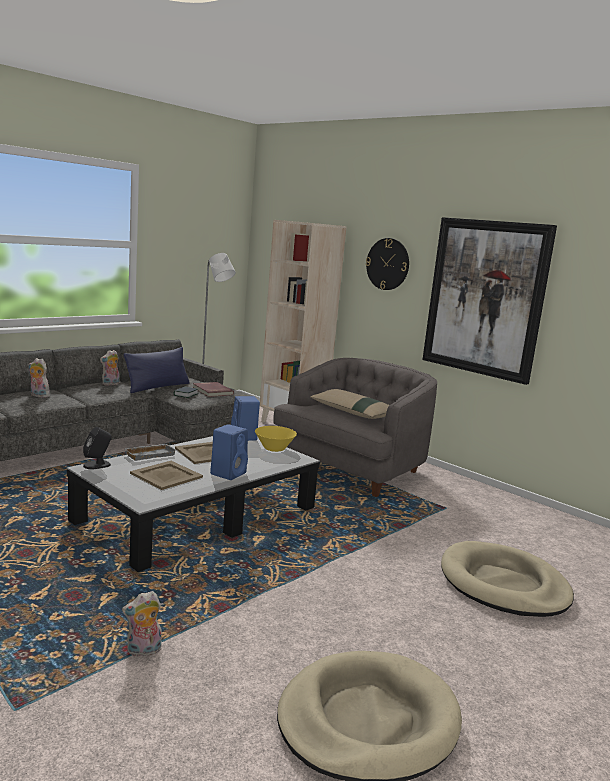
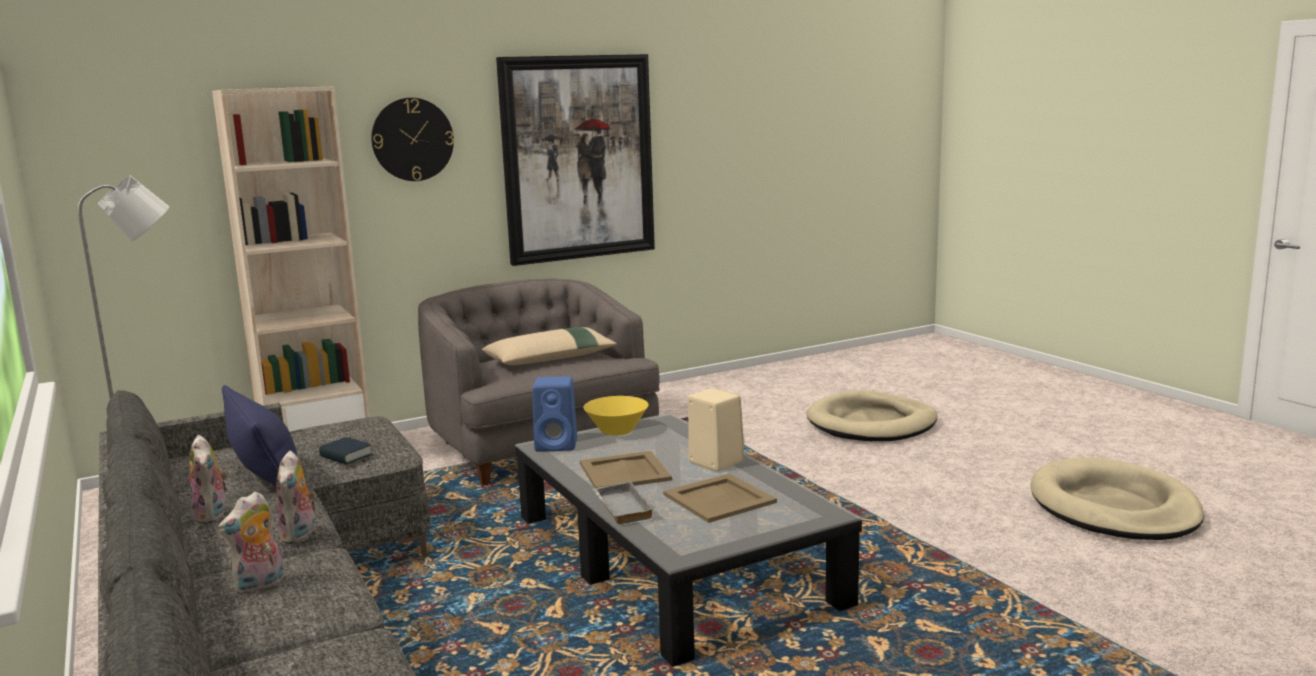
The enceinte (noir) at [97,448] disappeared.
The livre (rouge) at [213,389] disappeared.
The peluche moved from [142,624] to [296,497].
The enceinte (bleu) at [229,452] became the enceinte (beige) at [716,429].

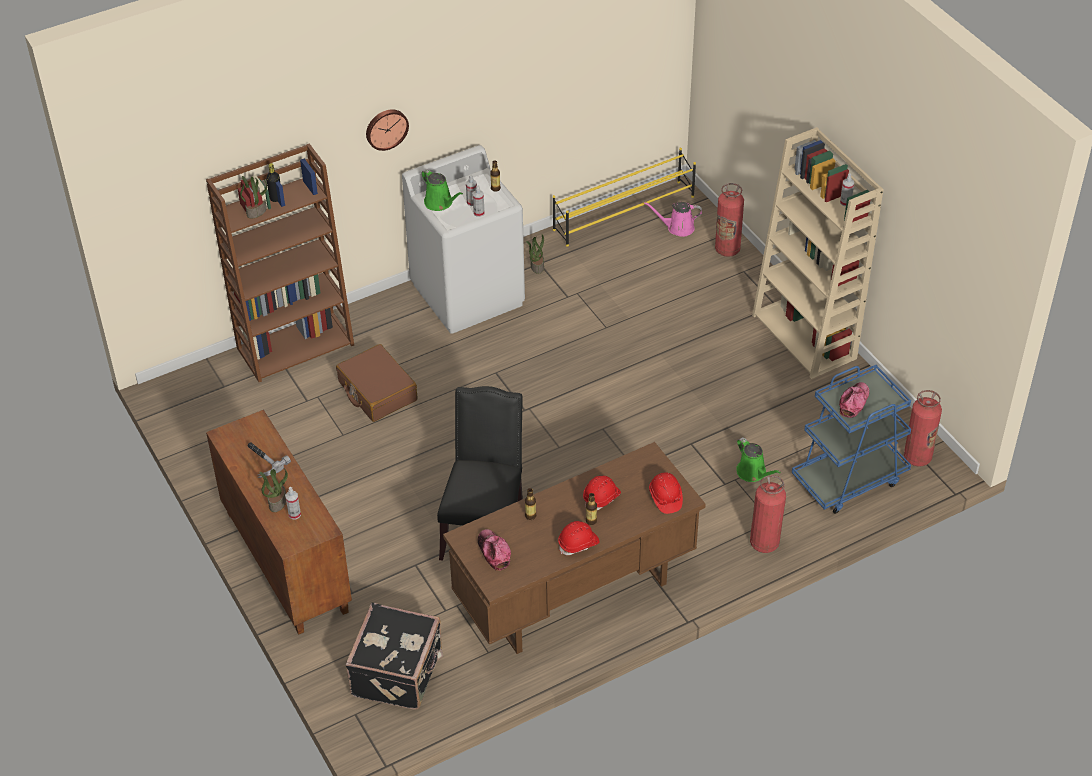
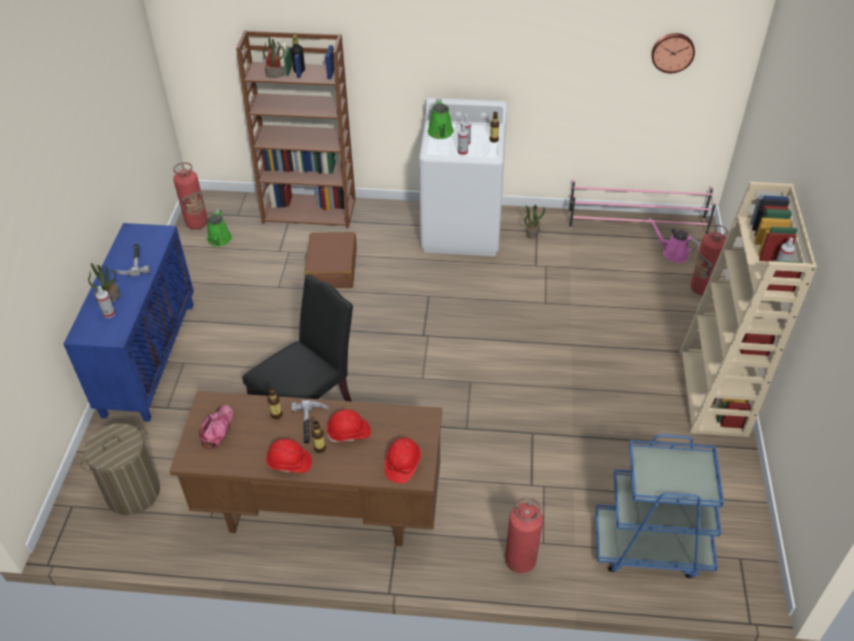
The casquette at [854,400] disappeared.
The marteau at [310,422] appeared.
The horloge murale moved from [387,130] to [673,53].
The arrosoir (vert) moved from [758,459] to [219,228].
The extincteur moved from [923,428] to [190,196].
The valise (noir) at [394,656] was replaced by the panier à linge at [120,469].
The meuble de rangement (marron) at [279,522] became the meuble de rangement (bleu) at [128,322].
The étagère à chaussures (jaune) at [624,197] became the étagère à chaussures (rose) at [642,207].

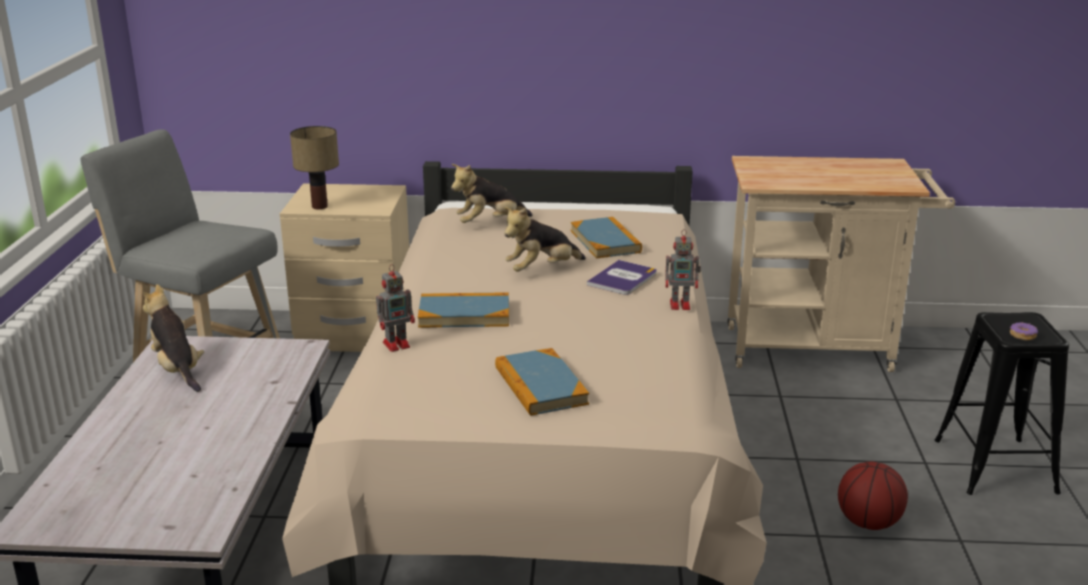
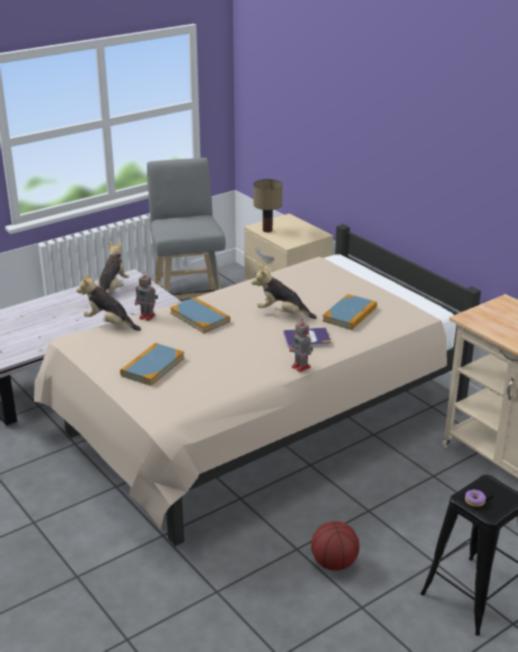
The peluche moved from [492,193] to [108,302].

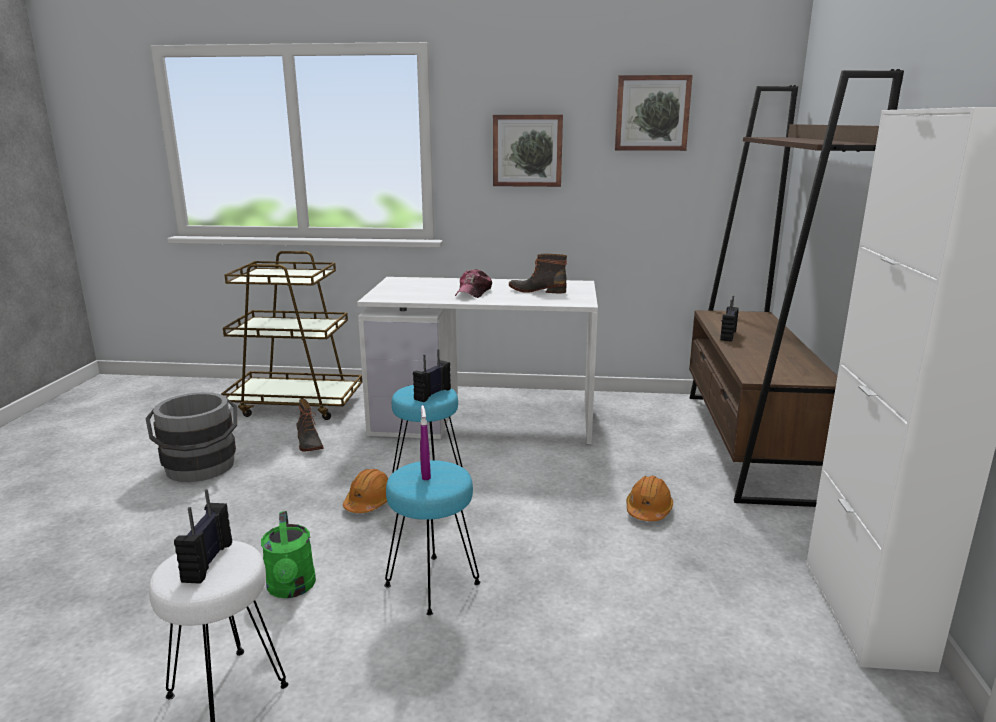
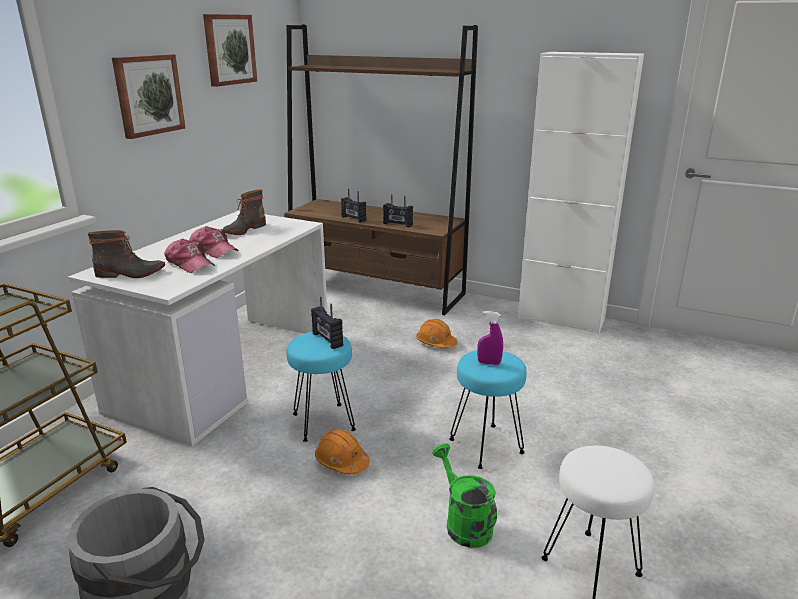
The casquette at [189,256] appeared.
The radio moved from [203,536] to [398,210].
The botte moved from [310,425] to [126,254].
The arrosoir (vert) at [288,554] turned 120 degrees counterclockwise.

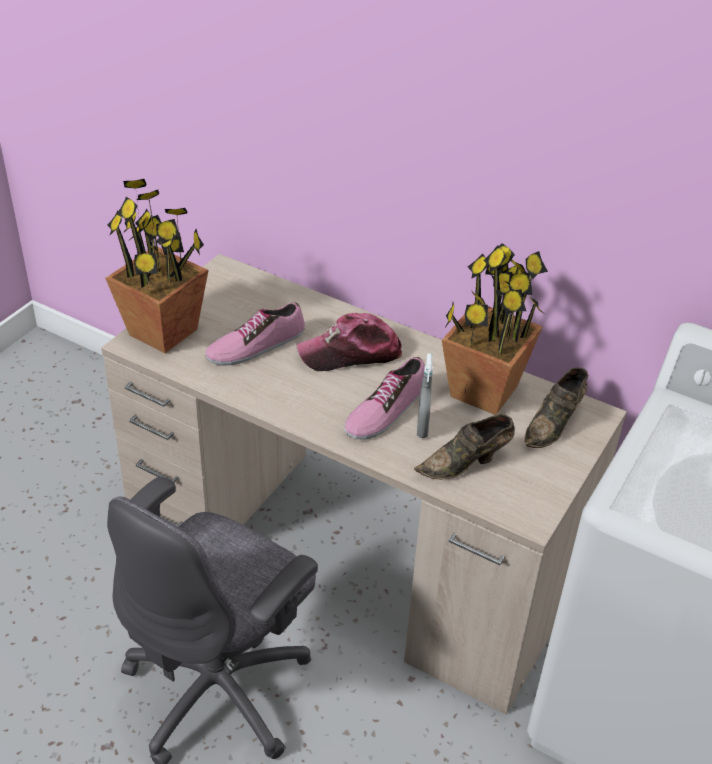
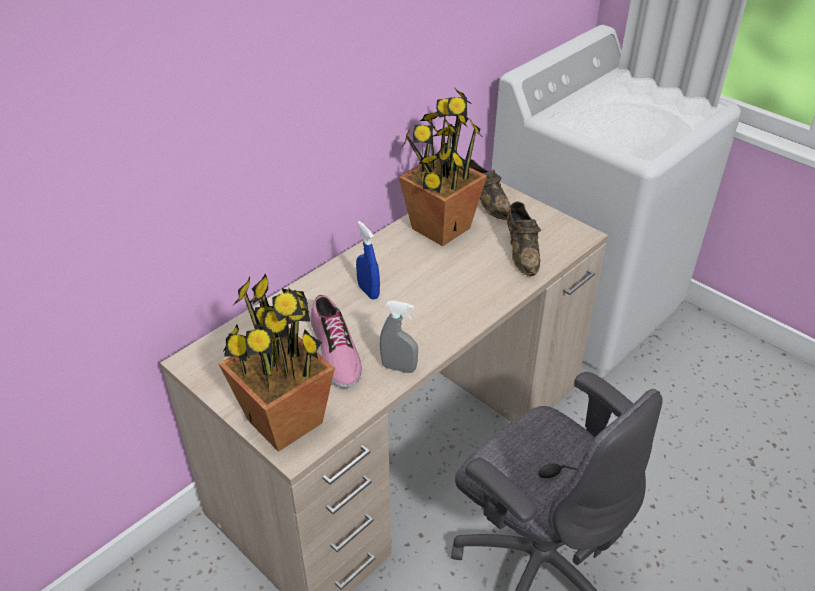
The chaussure at [384,398] disappeared.
The vaporisateur (gris) moved from [425,395] to [399,336].
The casquette at [349,342] was replaced by the vaporisateur (bleu) at [368,260].

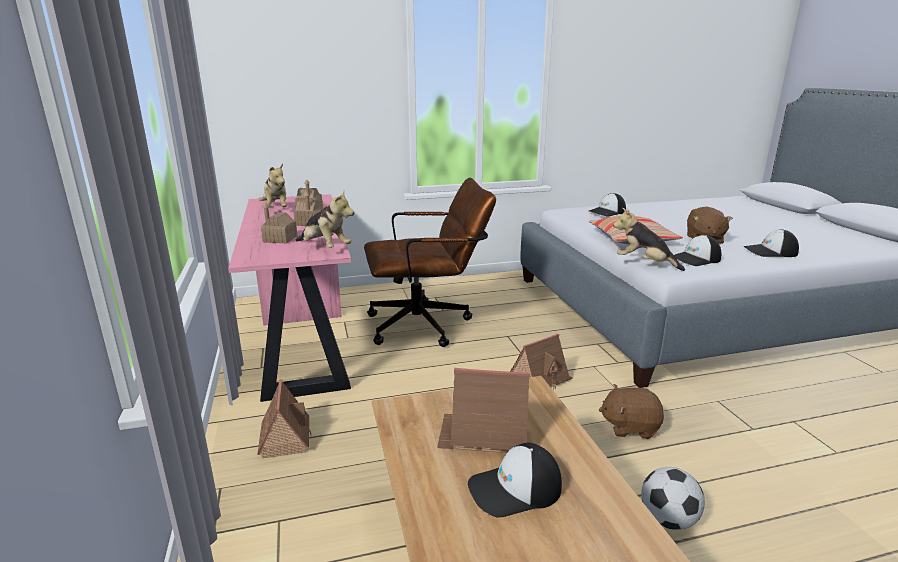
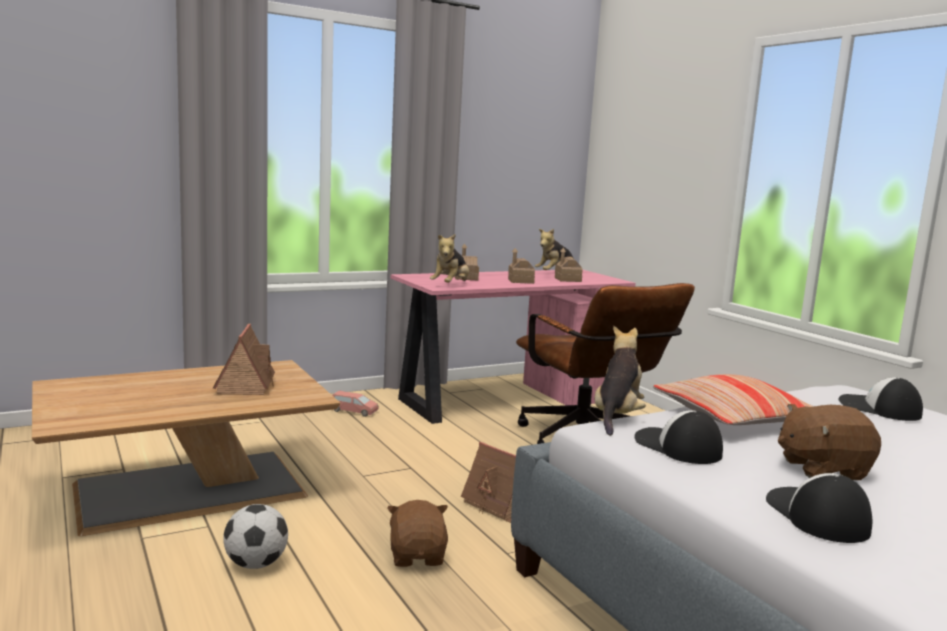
The casquette at [515,480] disappeared.
The maison miniature at [284,418] was replaced by the petite voiture (rose) at [355,404].

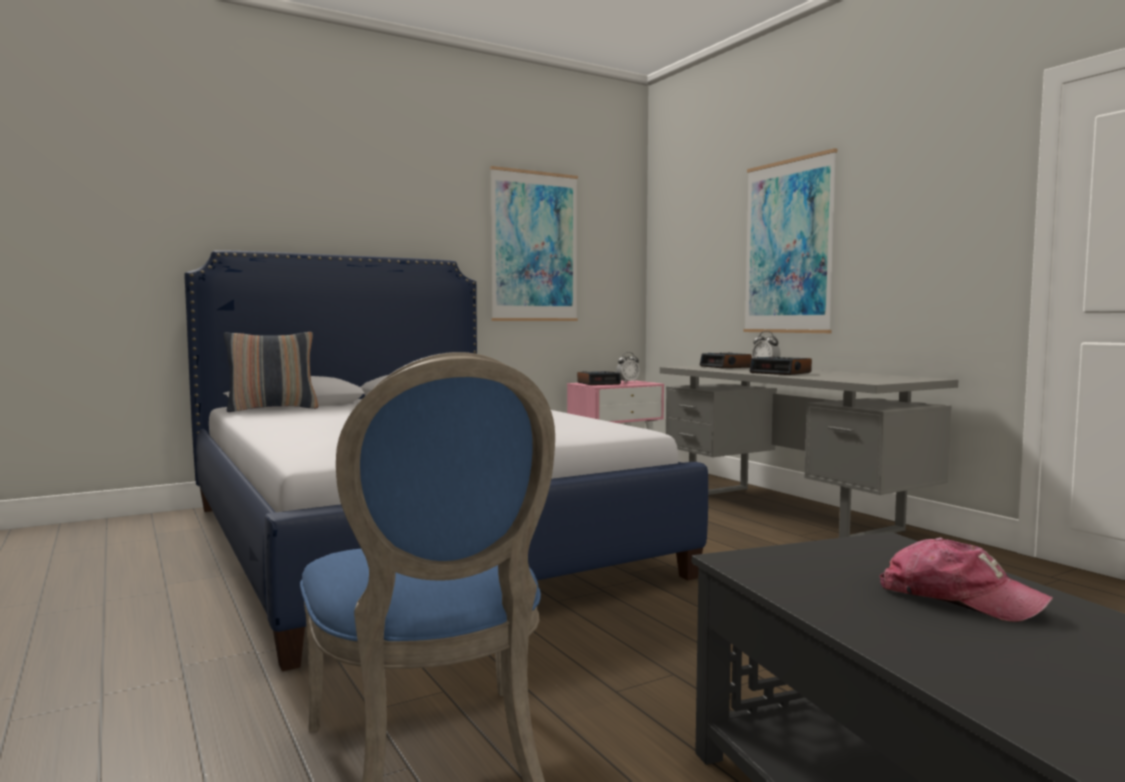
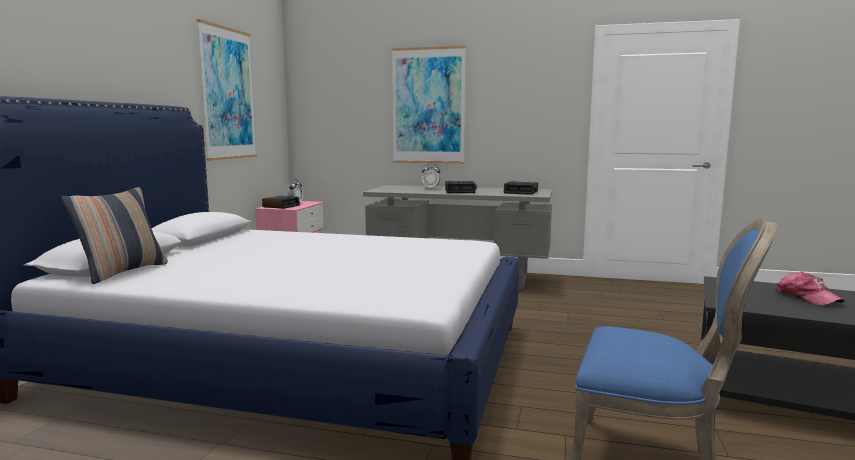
The réveil moved from [726,360] to [521,188].
The casquette at [966,580] turned 75 degrees clockwise.

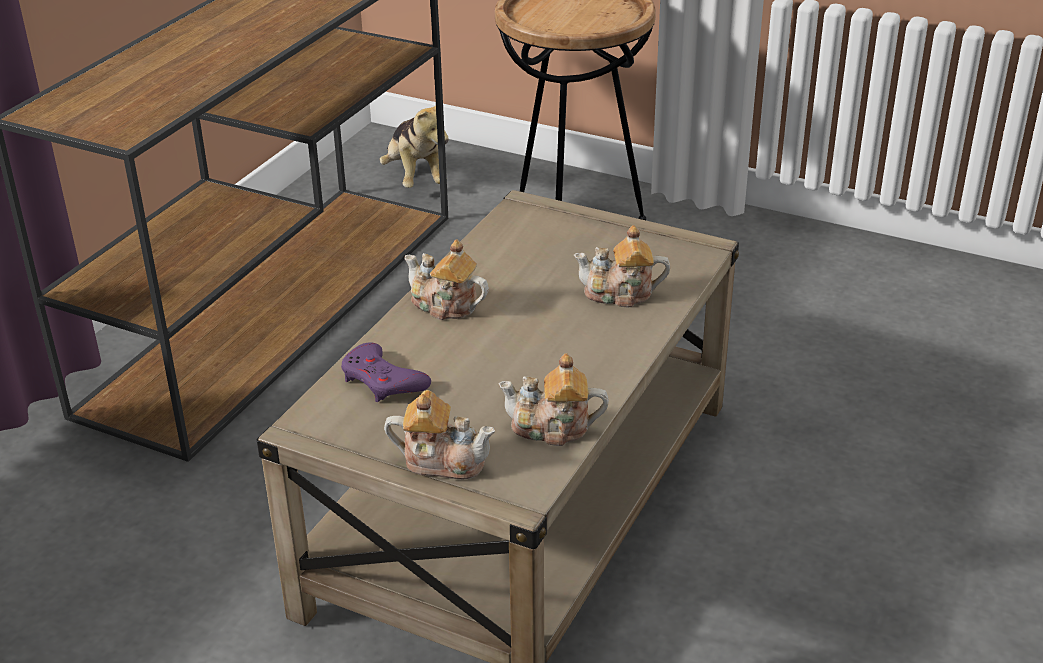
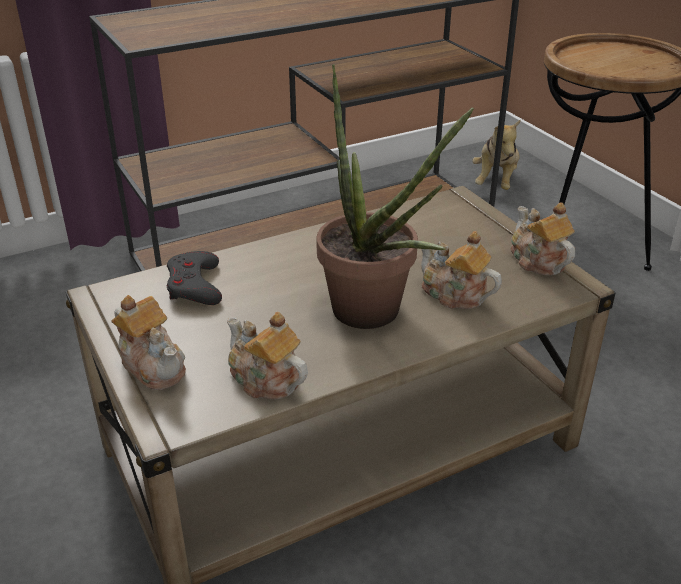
The plante en pot at [395,196] appeared.
The théière moved from [446,279] to [543,238].
The manette (violet) at [386,372] became the manette (gris) at [194,278].

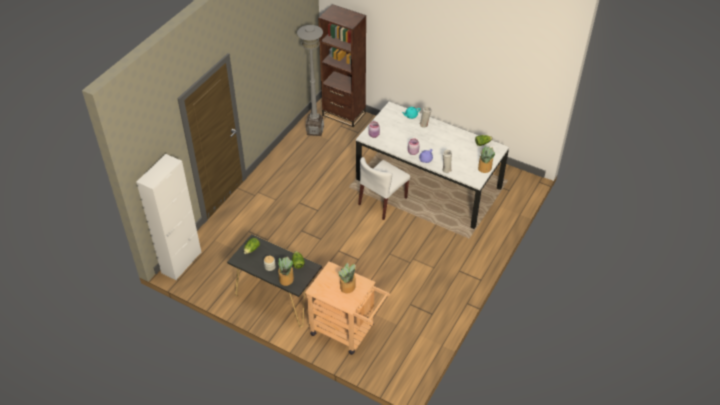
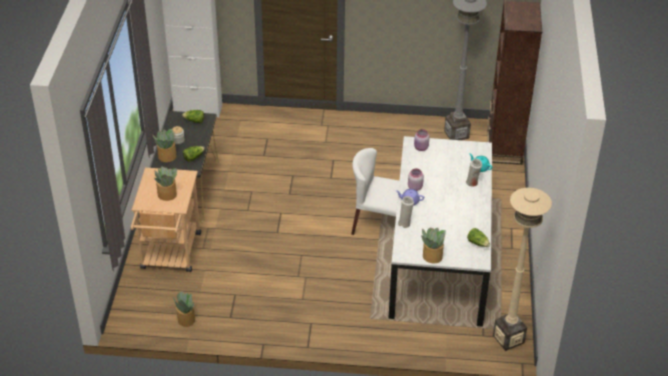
The plante en pot at [184,309] appeared.
The lampadaire (beige) at [522,269] appeared.

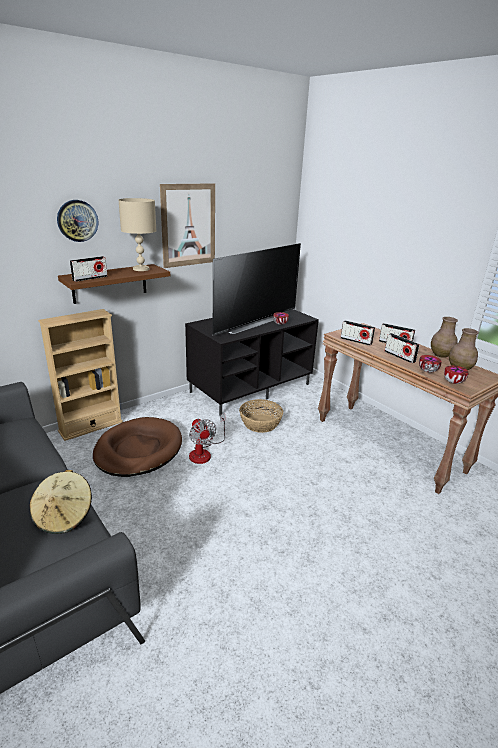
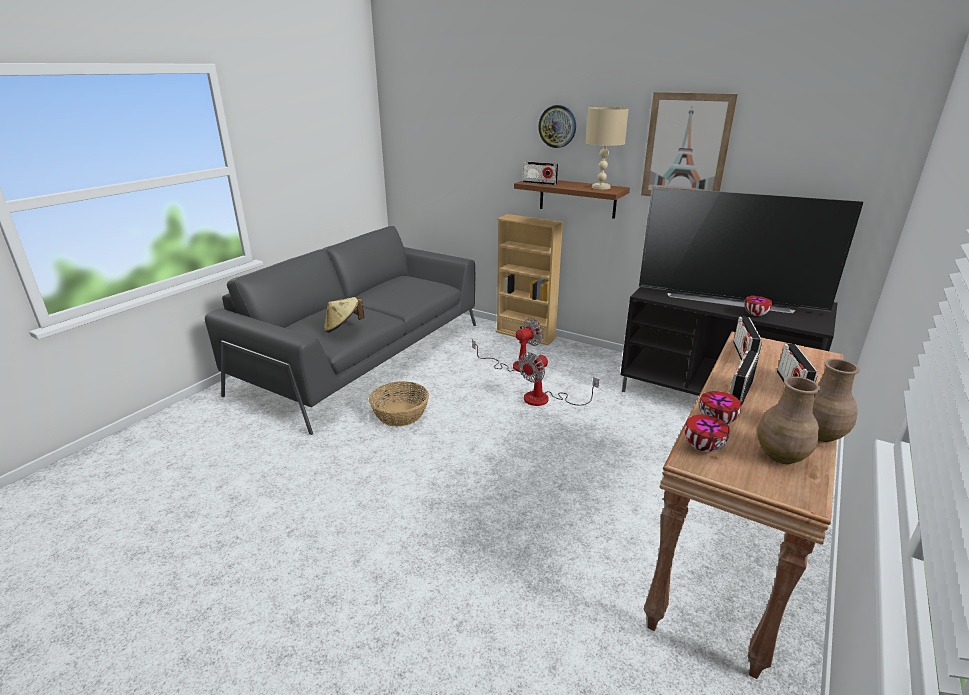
The panier moved from [261,416] to [399,403].
The panier pour chien (marron) at [137,447] was replaced by the ventilateur at [507,345].

